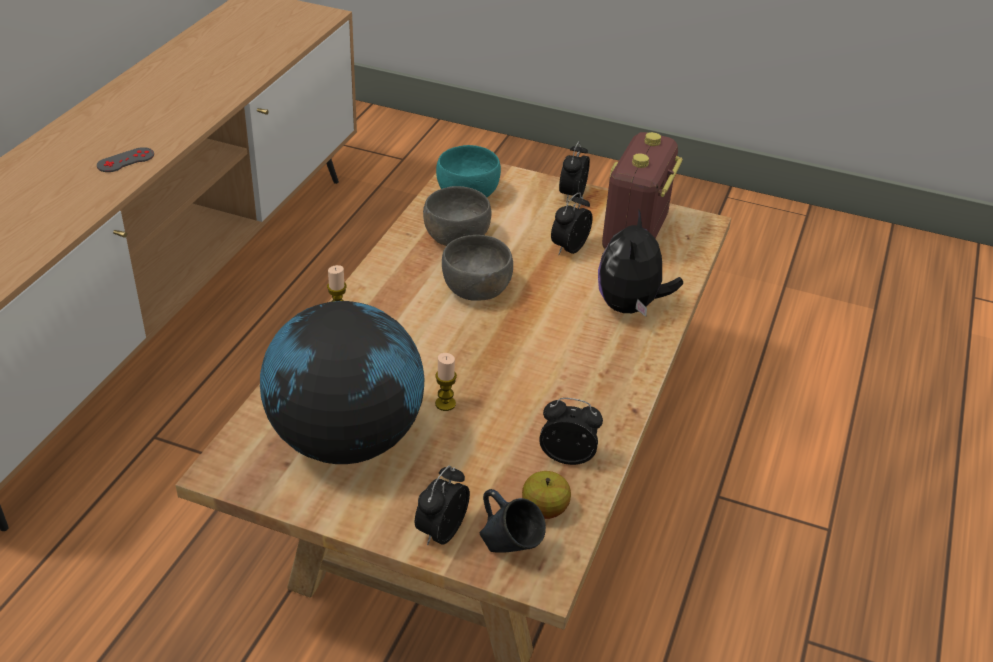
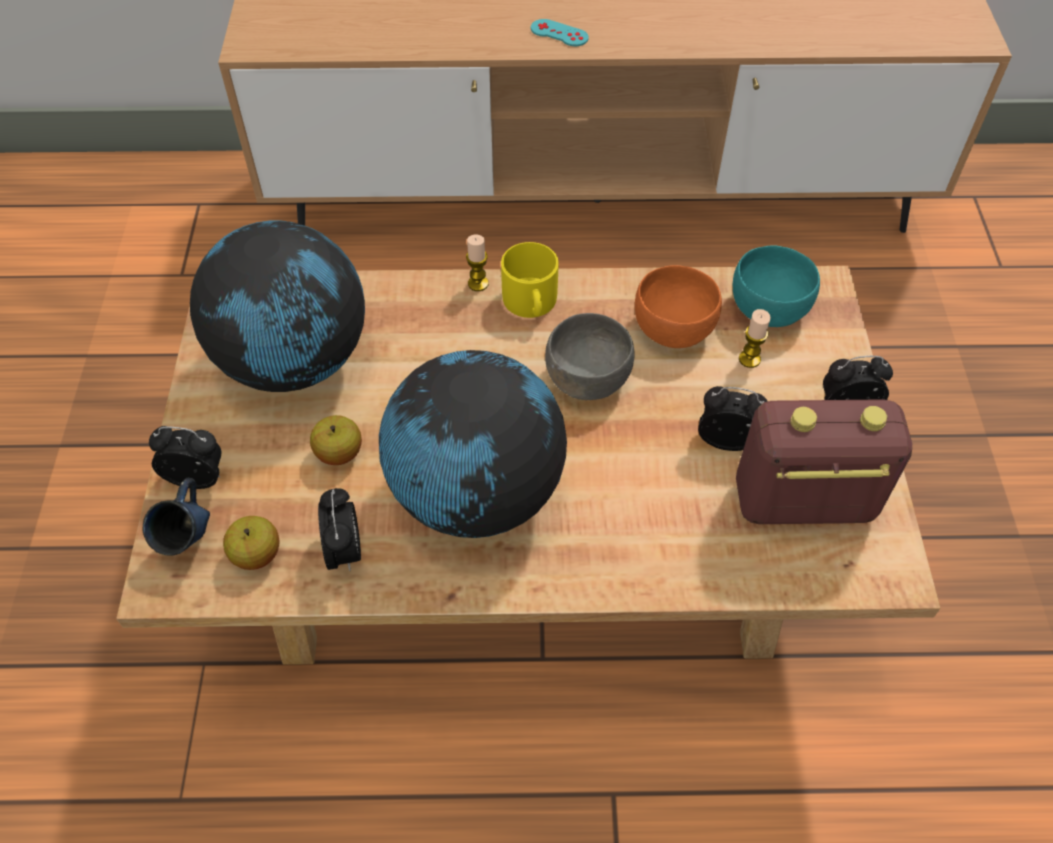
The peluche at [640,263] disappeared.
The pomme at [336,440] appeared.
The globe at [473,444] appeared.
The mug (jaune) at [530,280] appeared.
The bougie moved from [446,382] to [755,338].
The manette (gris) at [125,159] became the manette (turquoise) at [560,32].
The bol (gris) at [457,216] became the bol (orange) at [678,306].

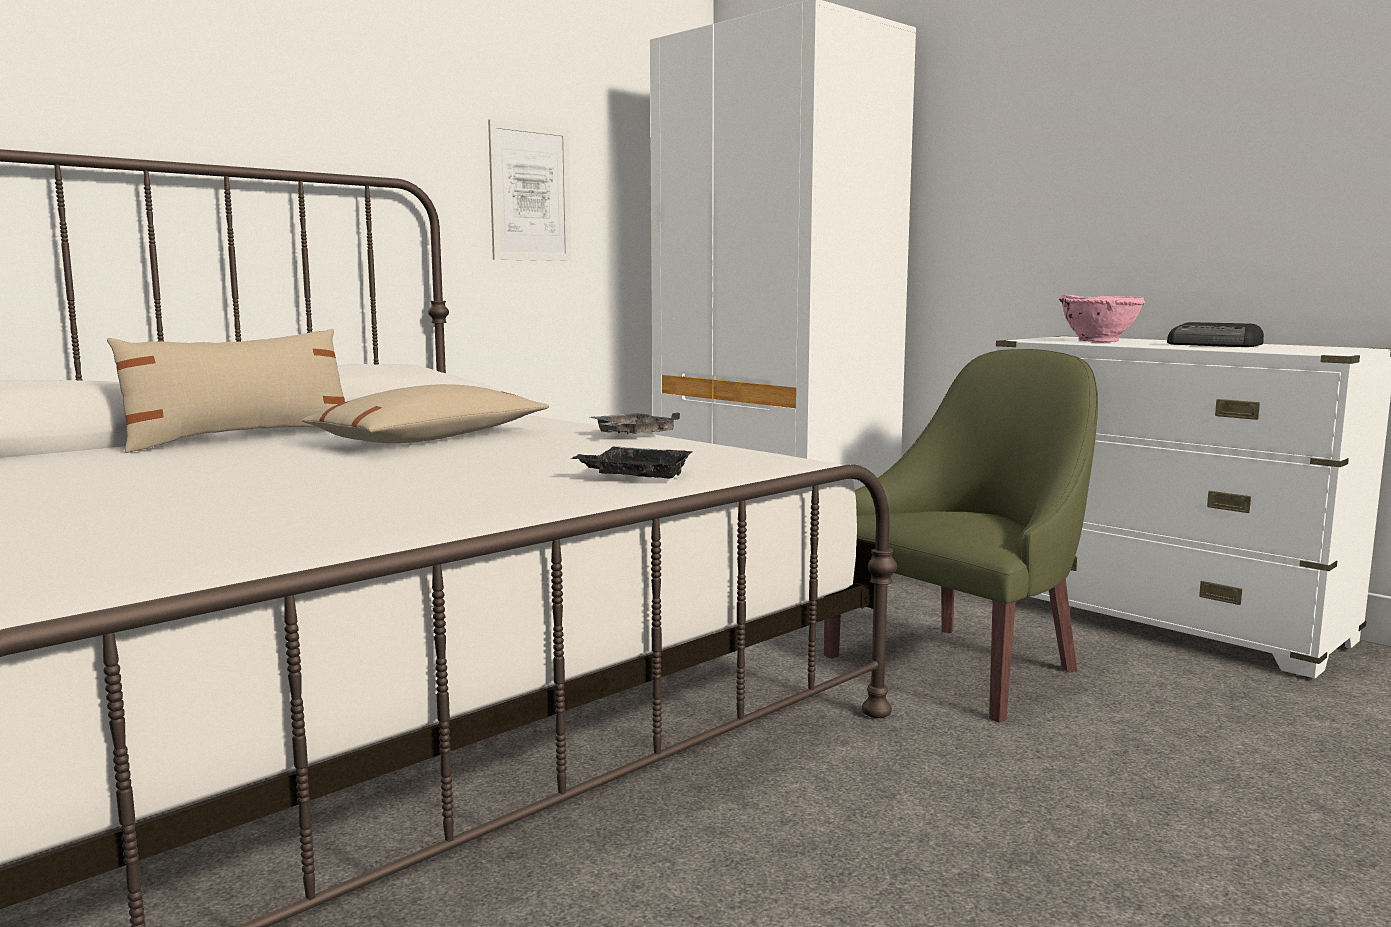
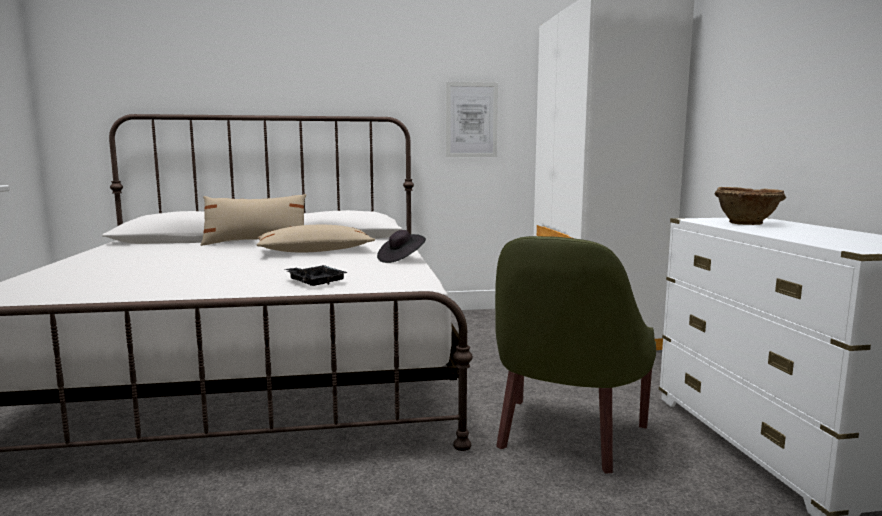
The radio at [1215,334] disappeared.
The plateau (gris) at [635,423] was replaced by the chapeau (noir) at [401,246].
The bol (rose) at [1102,318] became the bol (marron) at [750,206].
The fauteuil (vert) at [961,536] turned 120 degrees clockwise.

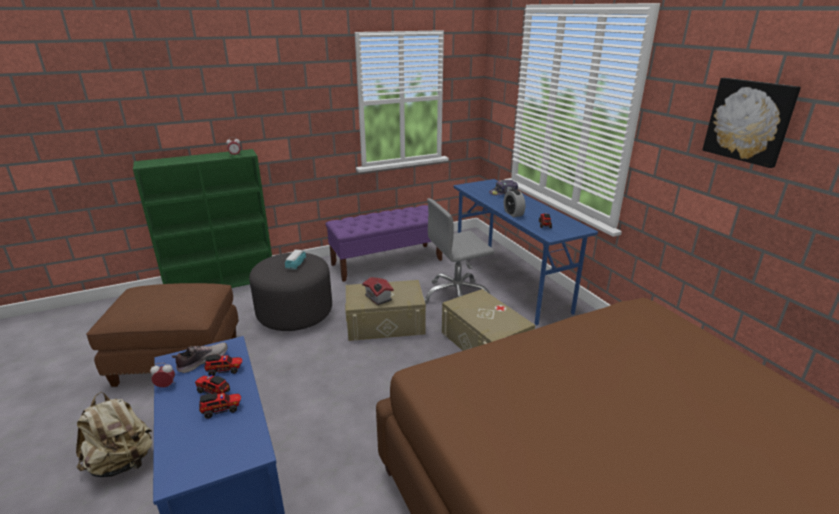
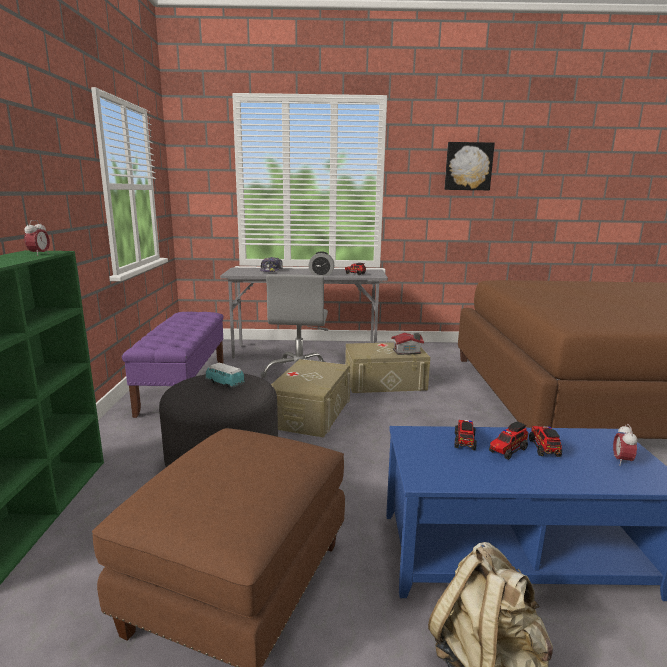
The chaussure at [199,357] disappeared.
The réveil moved from [162,375] to [625,445].
The maison miniature moved from [378,291] to [407,344].
The bureau (bleu) at [526,252] became the bureau (gris) at [304,313].

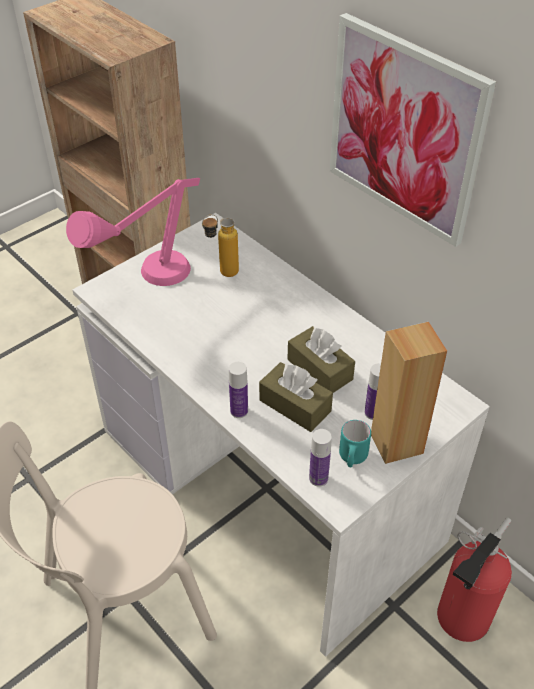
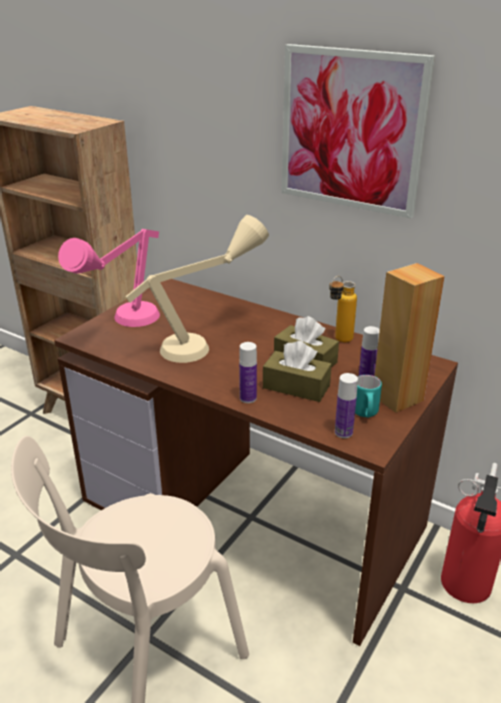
The lampe de table (beige) at [197,289] appeared.
The bouteille moved from [220,245] to [343,309].
The bureau (blanc) at [281,435] became the bureau (marron) at [256,462].

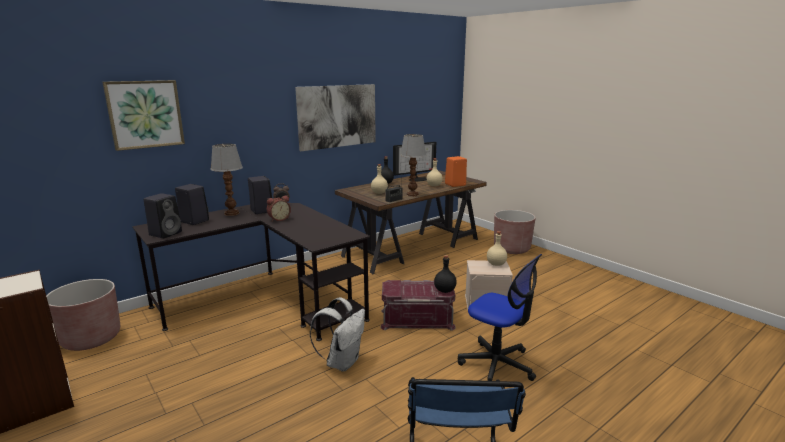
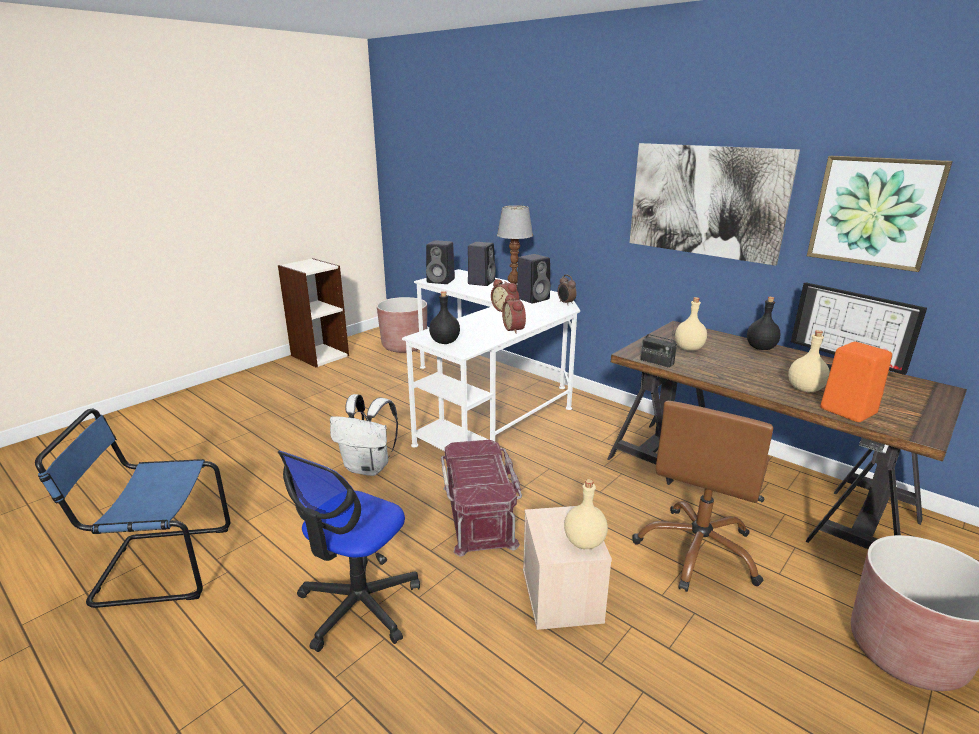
The lampe de table at [413,165] disappeared.
The réveil at [514,314] appeared.
The chaise de bureau (marron) at [702,496] appeared.
The tableau moved from [144,115] to [880,214].
The bouteille (noir) moved from [445,274] to [444,317].
The bureau (noir) at [251,272] became the bureau (blanc) at [491,360].

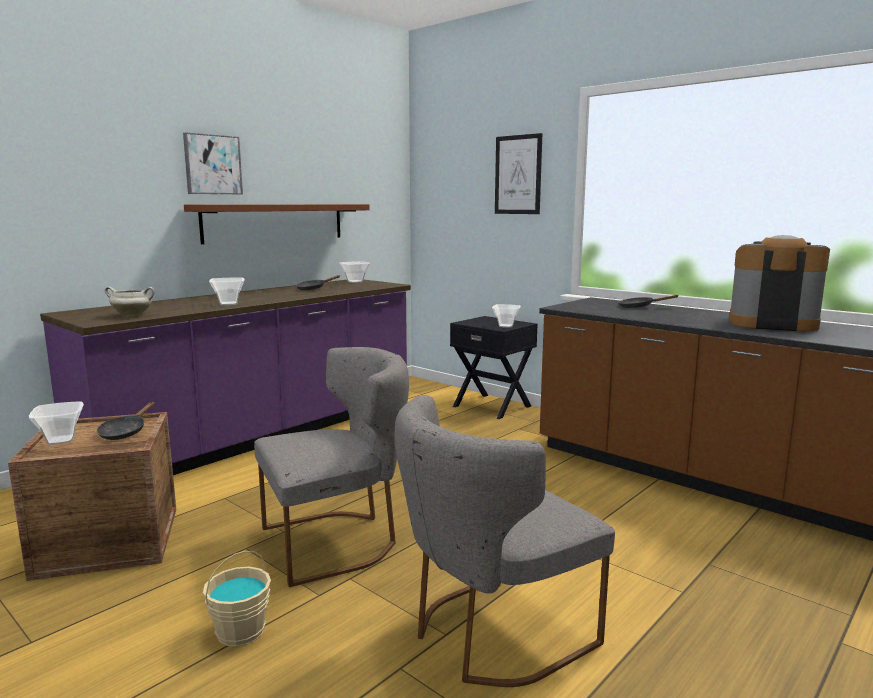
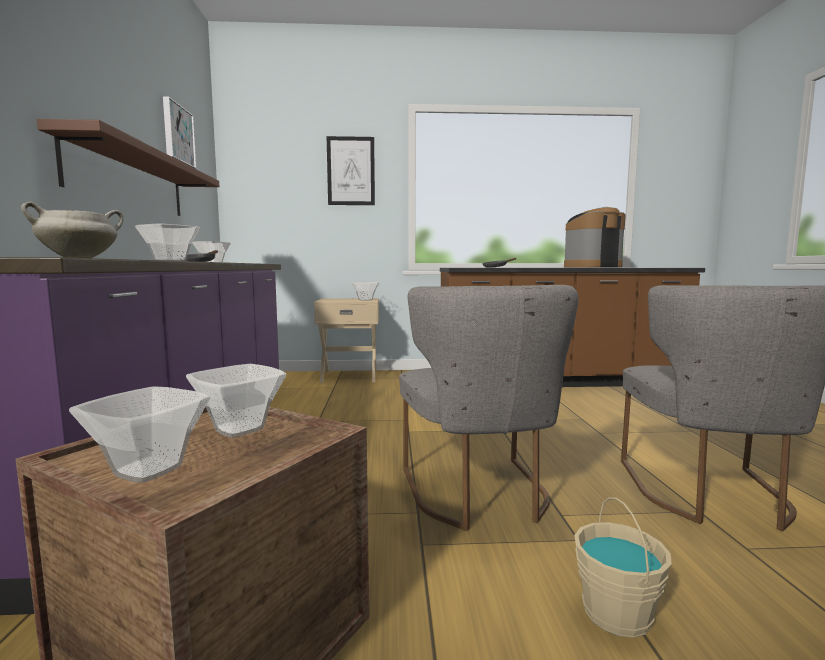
The tableau moved from [213,163] to [179,132].
The poêle (noir) at [126,421] was replaced by the bol at [236,401].
The table de chevet (noir) at [494,367] became the table de chevet (beige) at [346,340].
The chaise (gris) at [331,467] turned 150 degrees clockwise.

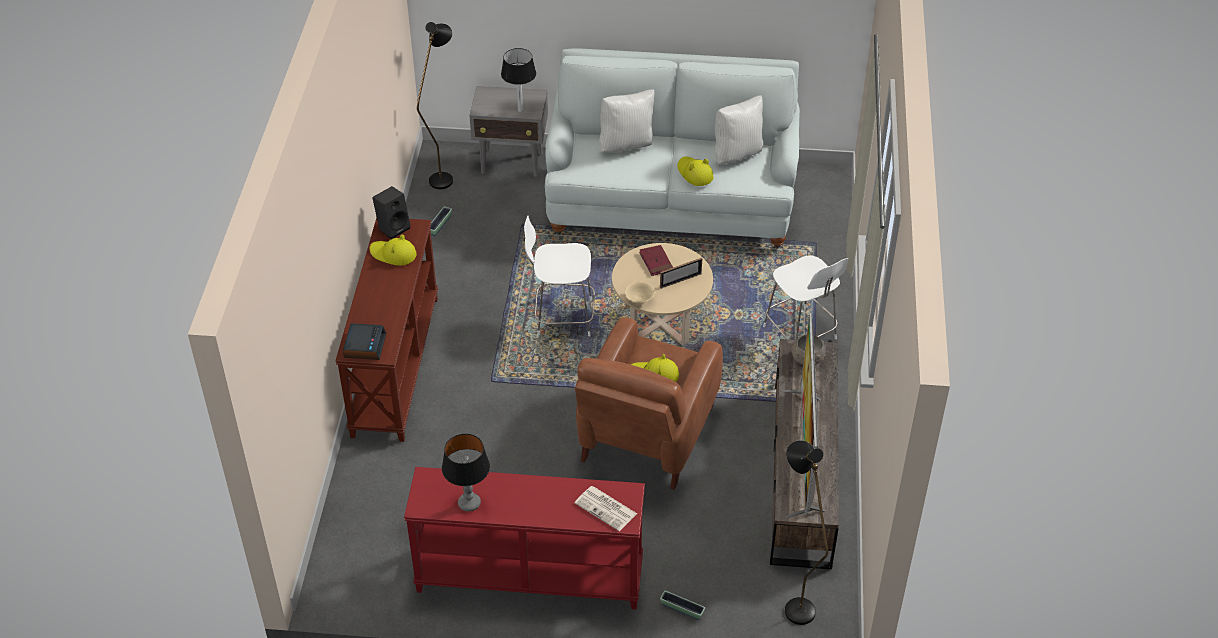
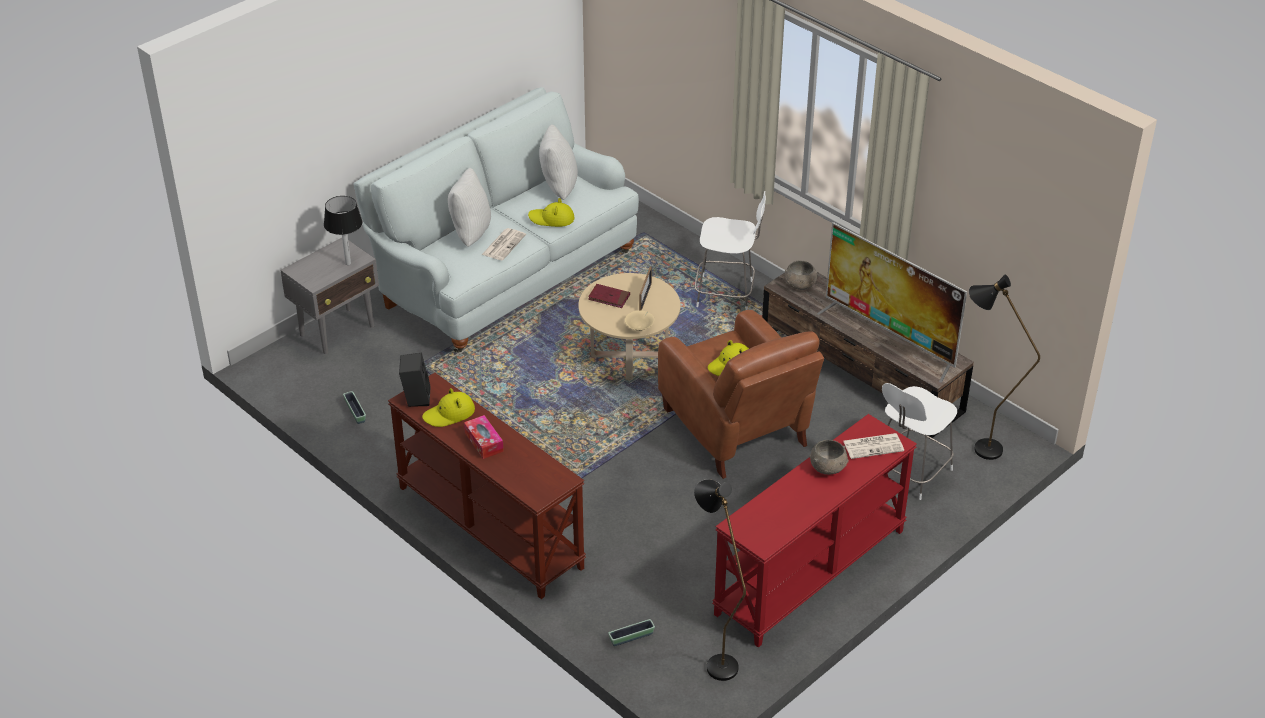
The réveil at [364,341] disappeared.
The lampe de table at [466,473] disappeared.
The boîte à mouchoirs at [484,437] appeared.
The journal at [504,244] appeared.
The bol (gris) at [829,457] appeared.
The lampadaire (noir) moved from [435,105] to [720,580].
The tabouret (blanc) moved from [559,275] to [919,441].
The cache-pot moved from [682,605] to [631,632].

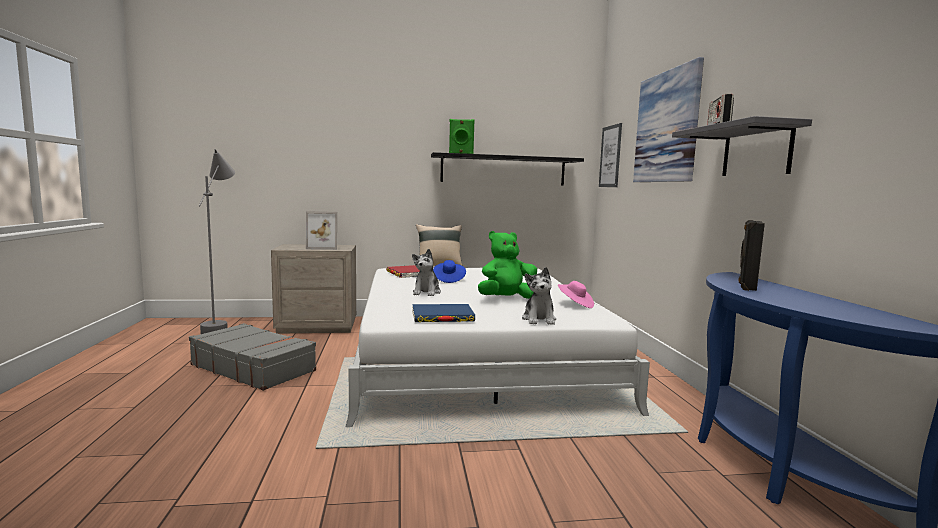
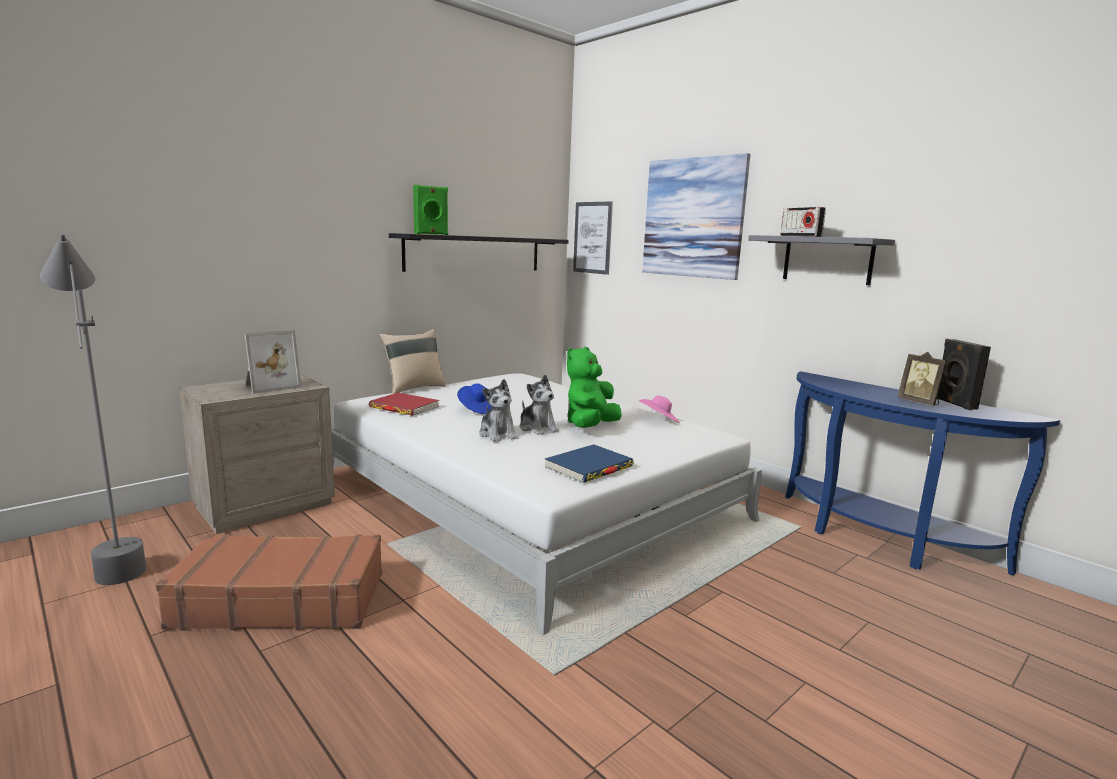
The cadre photo at [922,379] appeared.
The peluche moved from [539,296] to [539,405].
The enceinte (noir) moved from [751,255] to [964,374].
The valise (gris) at [252,357] became the valise (marron) at [269,582].

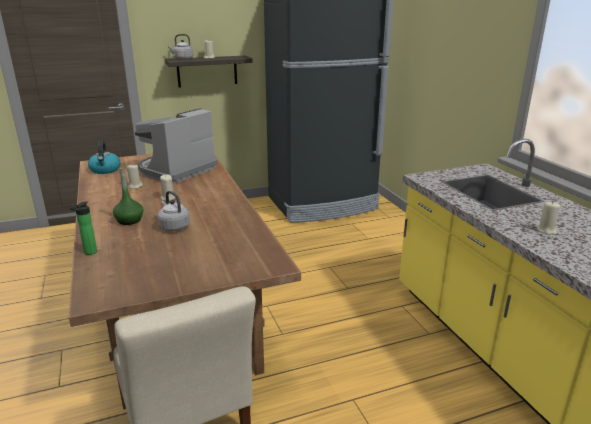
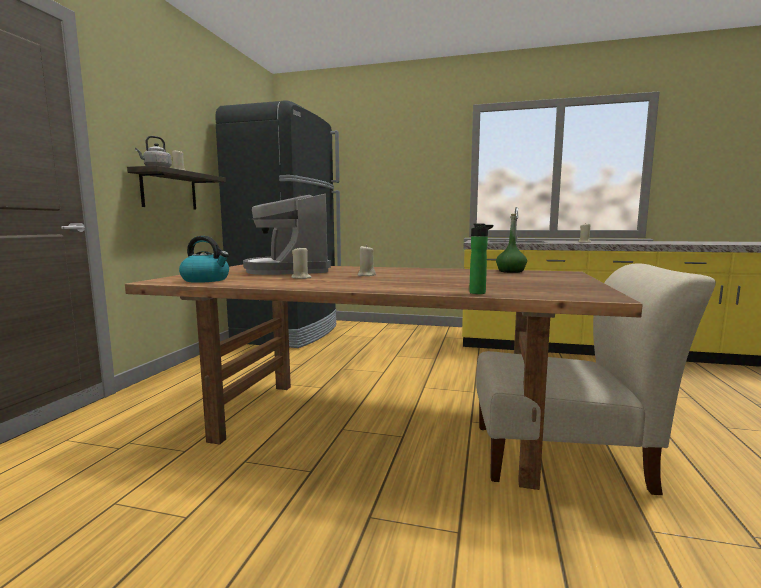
The bouilloire (gris) at [173,211] disappeared.
The bouteille (vert) moved from [128,196] to [511,243].

